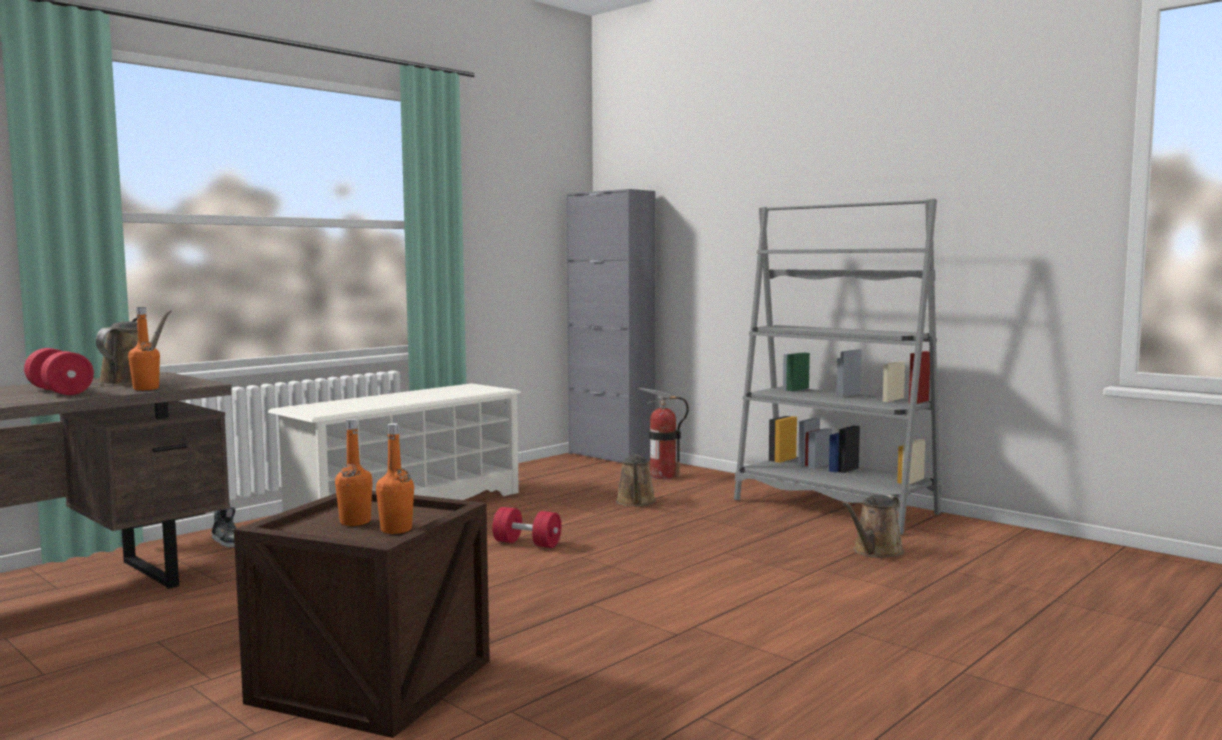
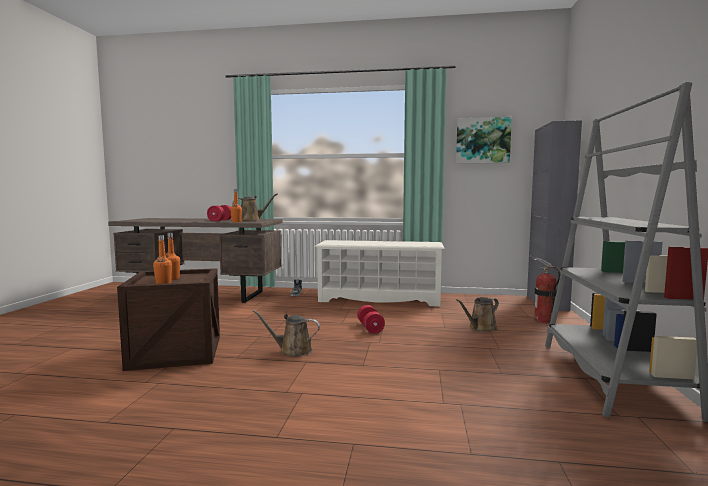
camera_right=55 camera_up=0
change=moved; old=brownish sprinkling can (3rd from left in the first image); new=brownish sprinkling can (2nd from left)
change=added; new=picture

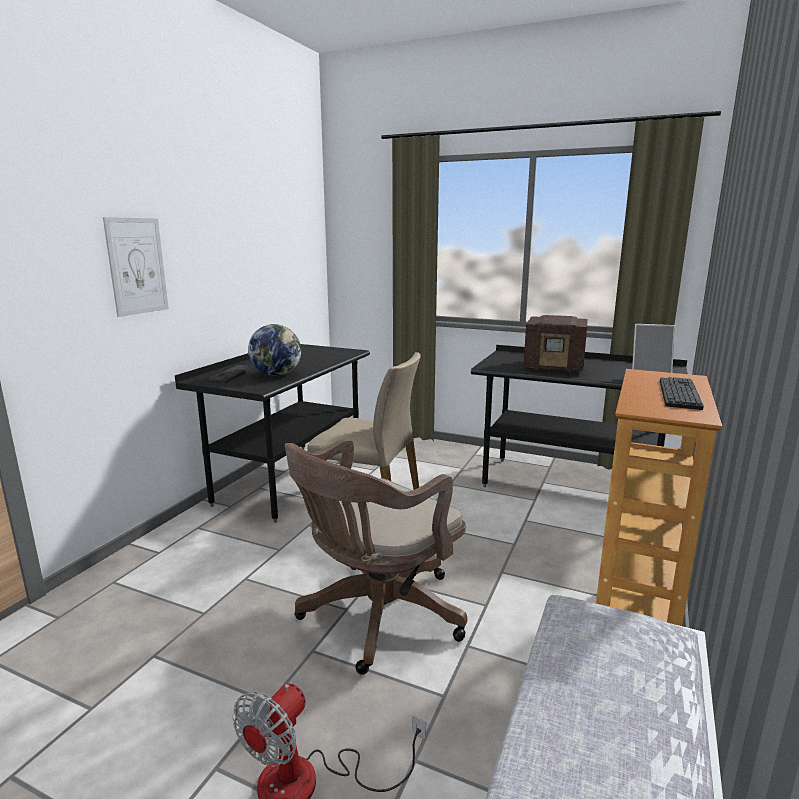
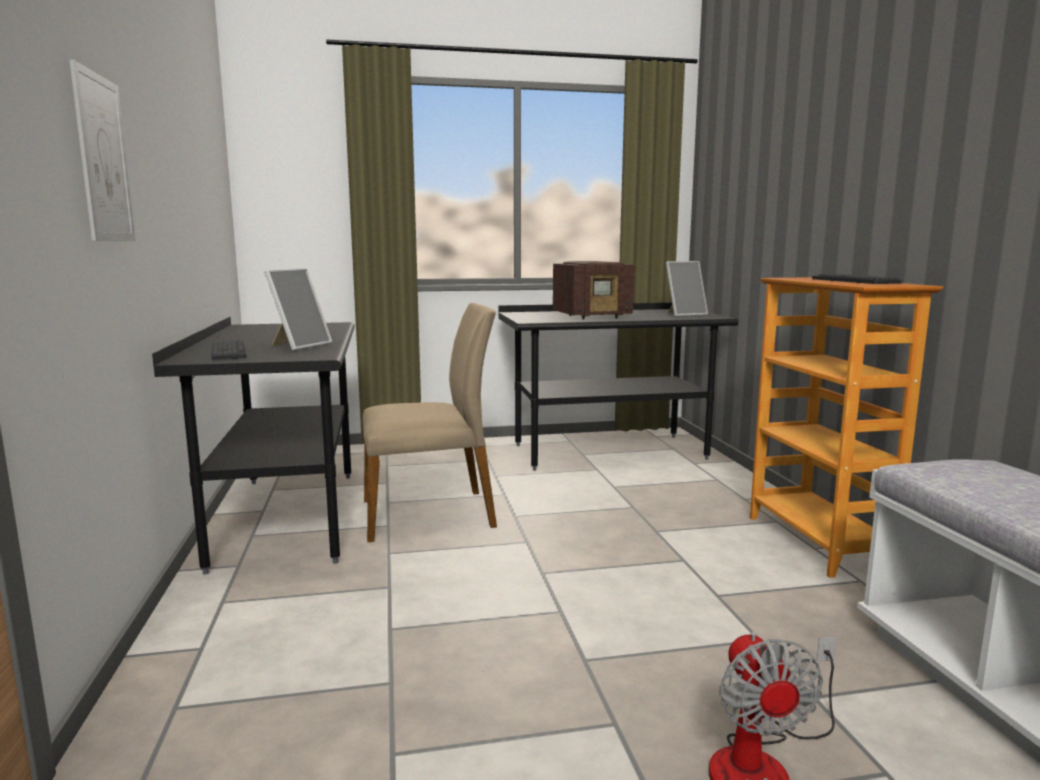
camera_right=-35 camera_up=-5
change=replaced; old=globe; new=picture frame (1st from left)
change=removed; old=brownish computer chair

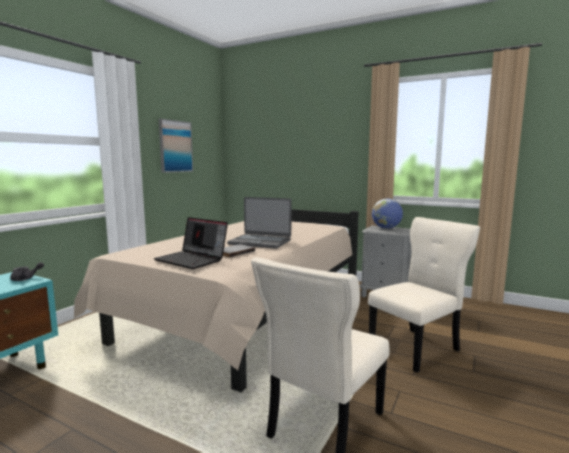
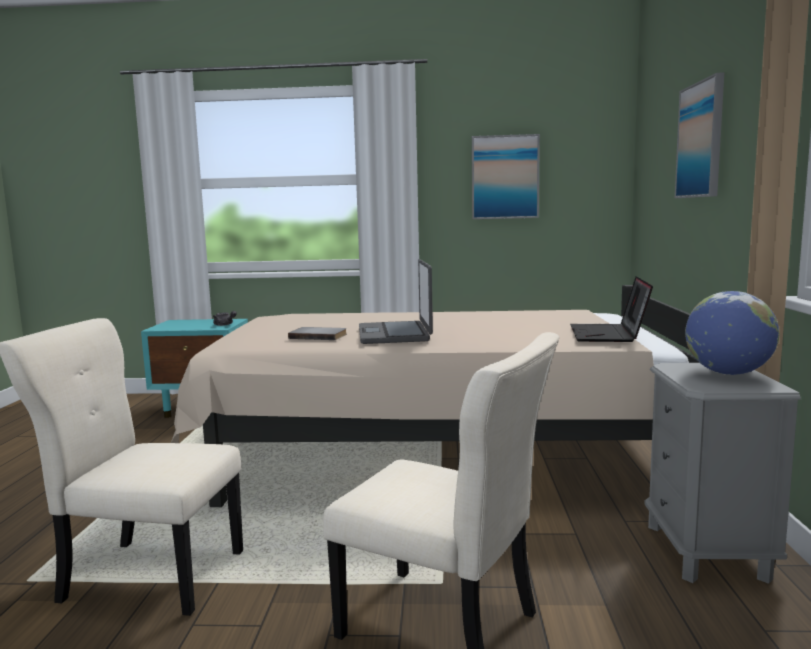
camera_right=65 camera_up=0
change=moved; old=portable computer (1st from left in the first image); new=portable computer (2nd from left)
change=added; new=picture (2nd from left)

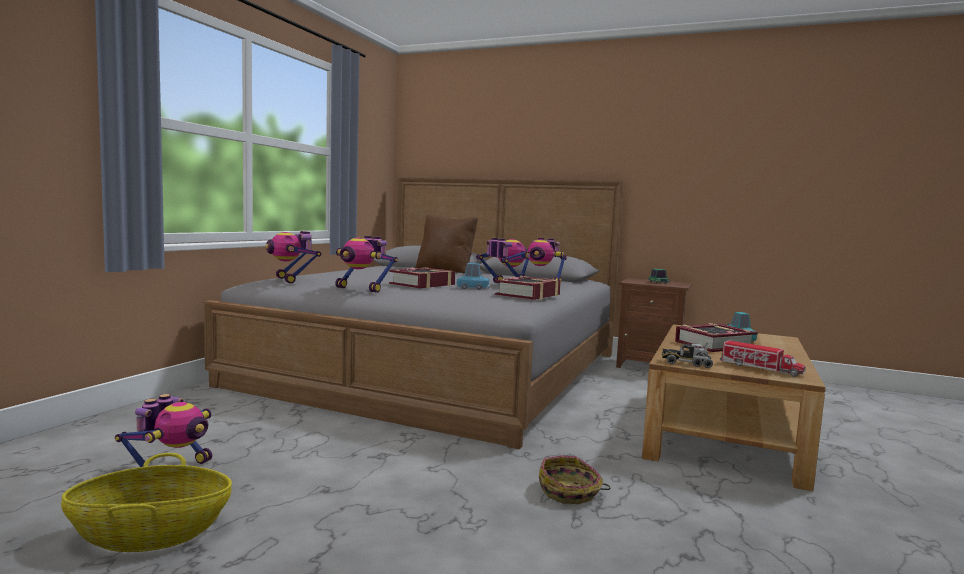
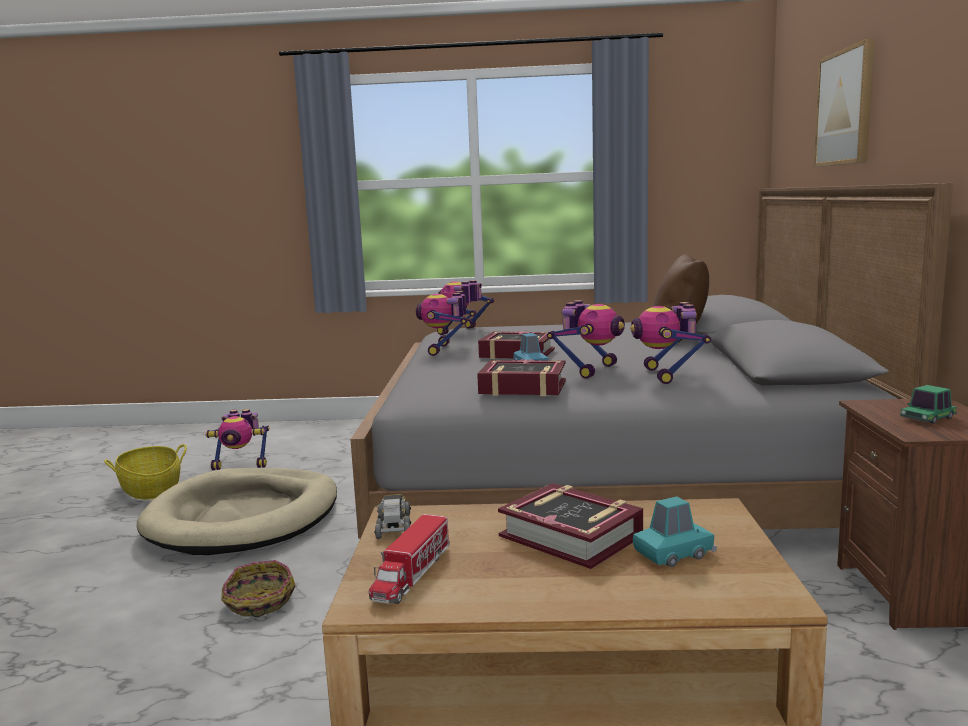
camera_right=70 camera_up=5
change=added; new=beige dog cushion
change=added; new=picture

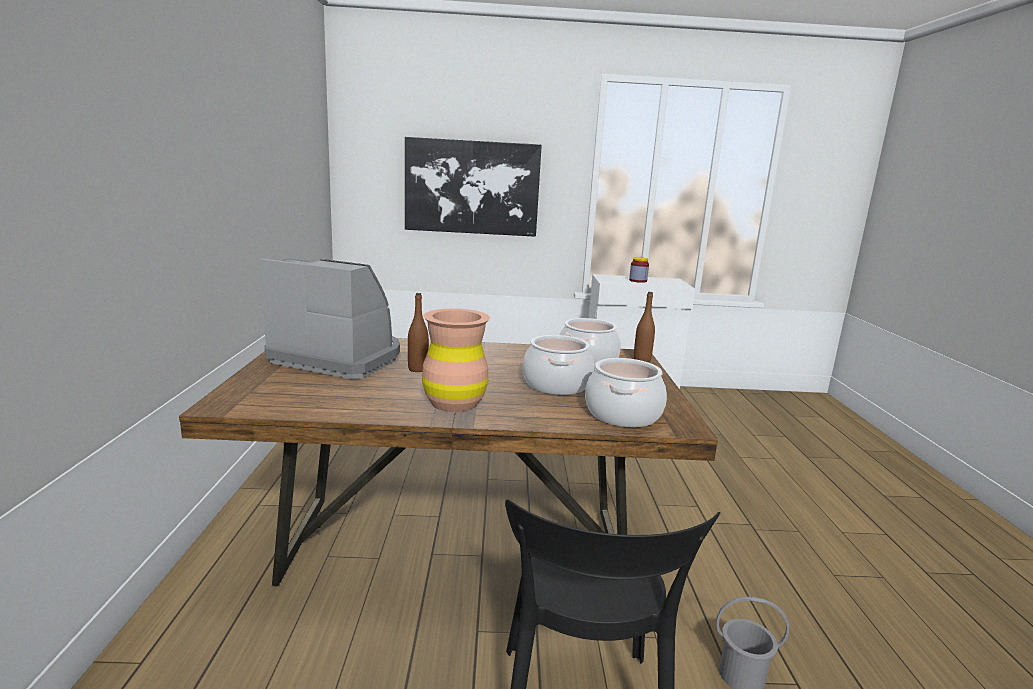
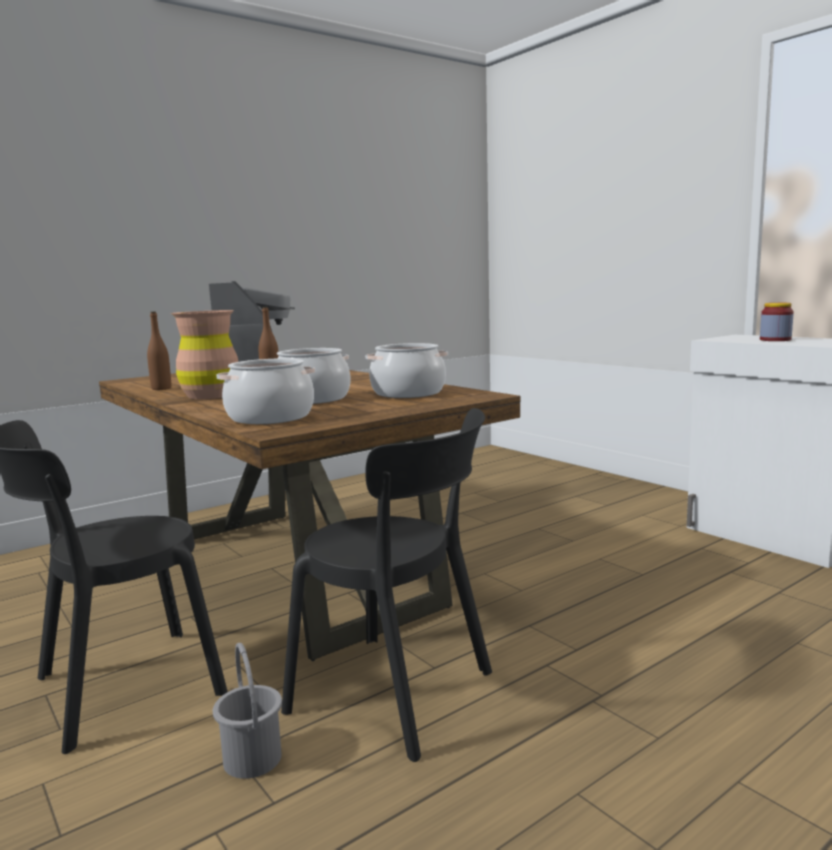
camera_right=55 camera_up=-5
change=removed; old=picture
change=moved; old=brownish drink bottle (2nd from left in the first image); new=brownish drink bottle (1st from left)
change=added; new=black chair (2nd from left)

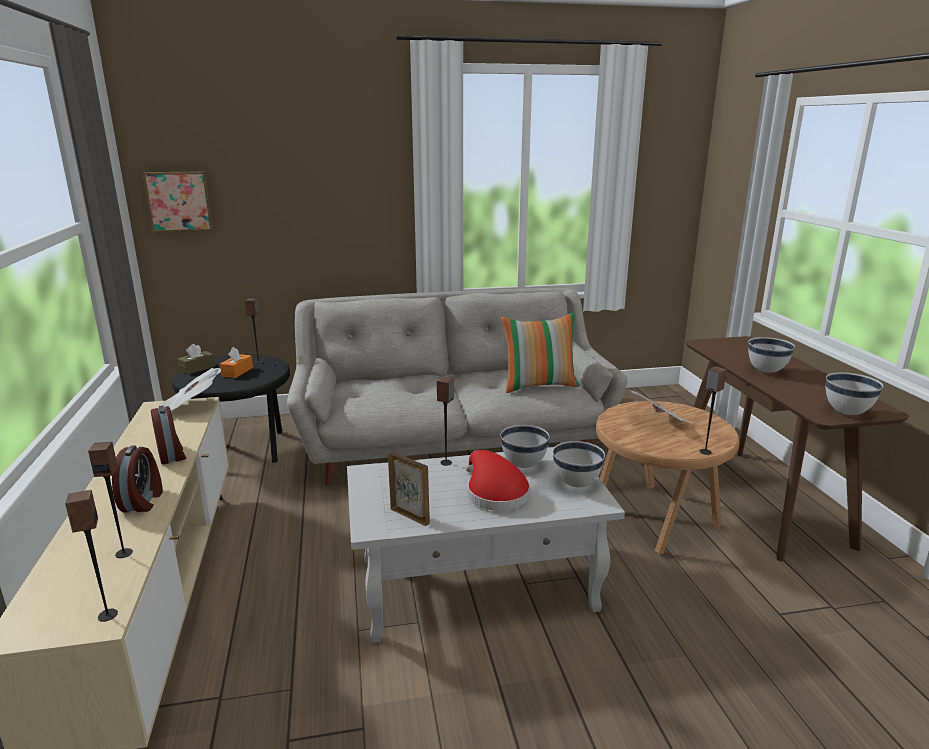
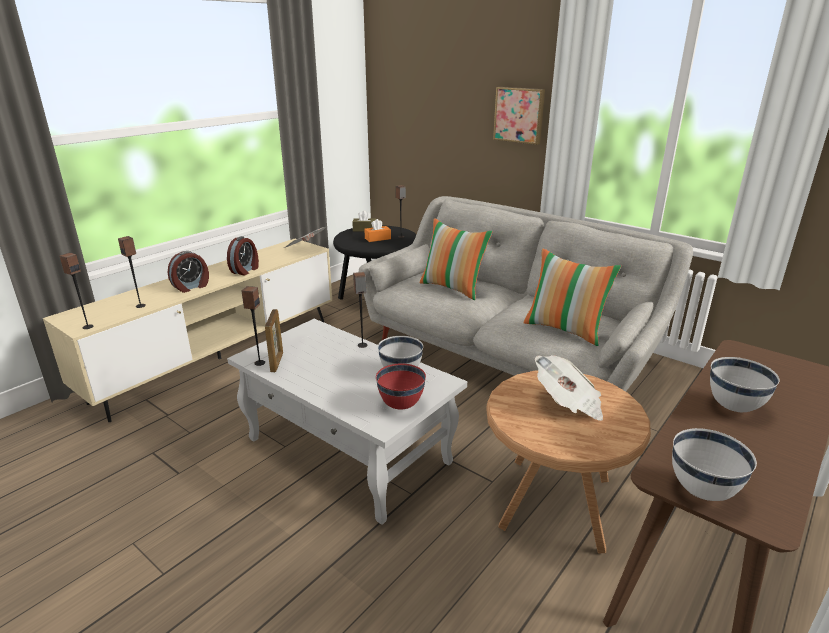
camera_right=50 camera_up=5
change=moved; old=picture
change=removed; old=red-coloured wearable hat
change=recoloured; old=white-coloured deep dish (2nd from left); new=red-coloured deep dish
change=moved; old=loudspeaker (5th from left in the first image); new=loudspeaker (3rd from left)
change=added; new=pillow (1st from left)

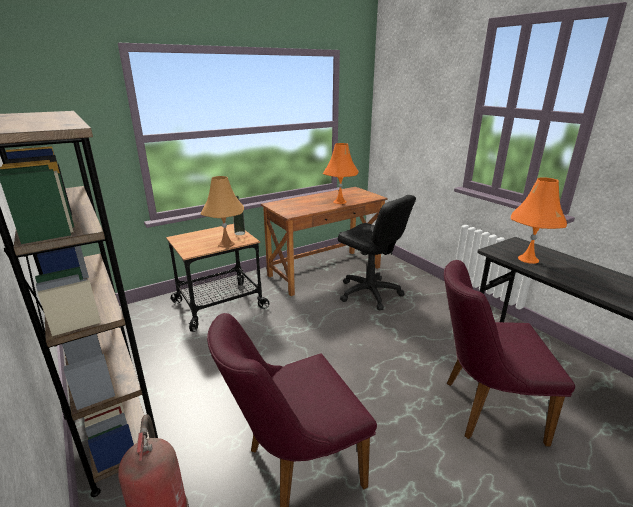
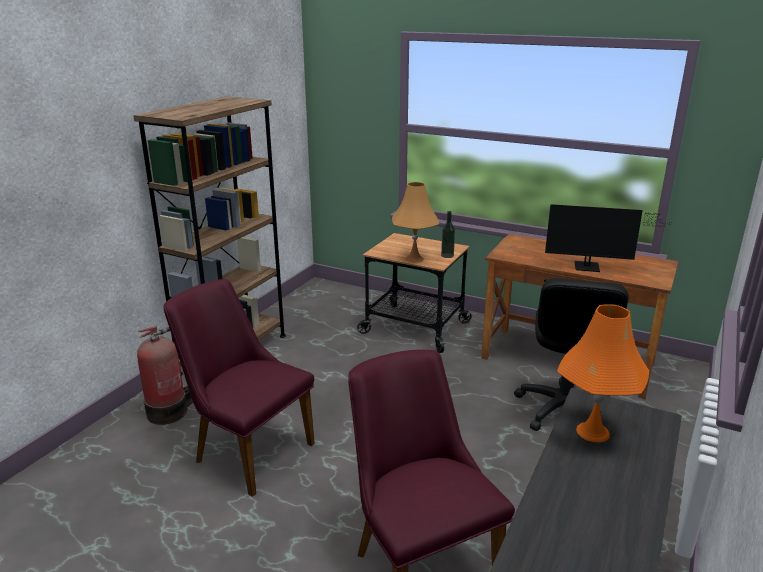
camera_right=60 camera_up=0
change=replaced; old=orange-coloured table lamp (2nd from left); new=monitor

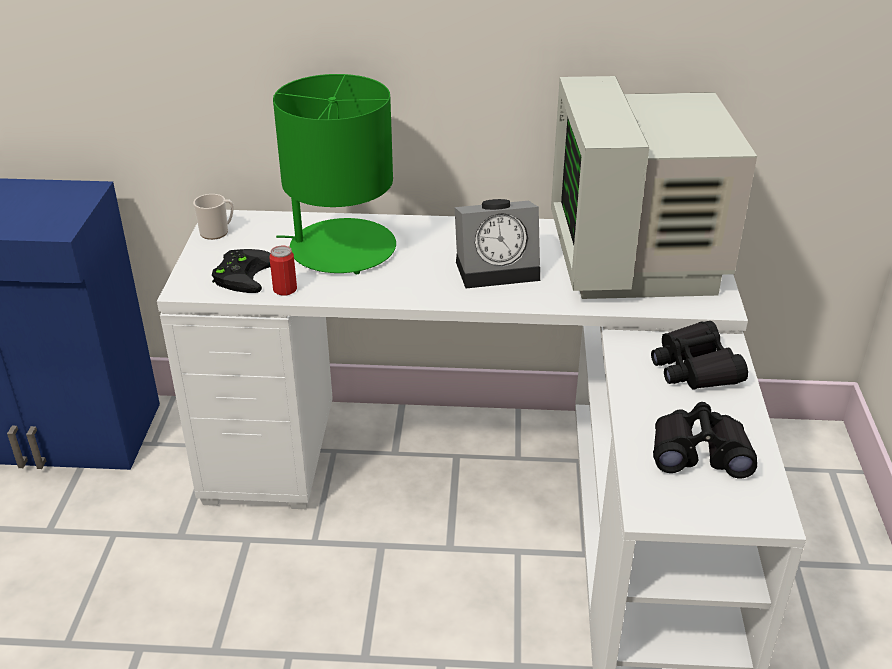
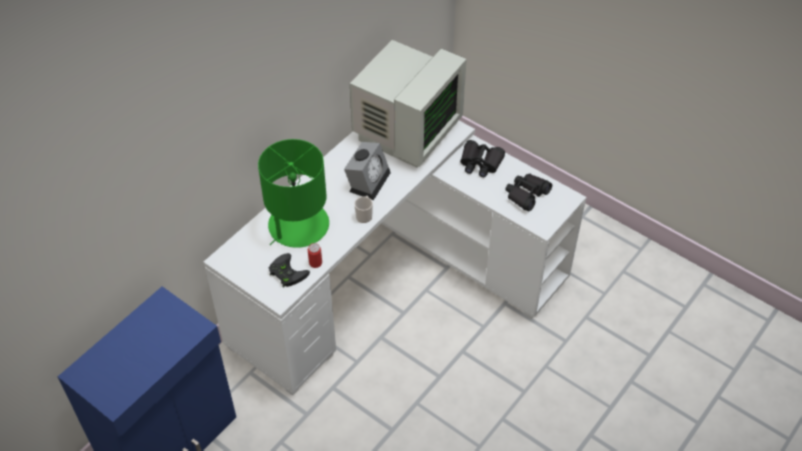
camera_right=-55 camera_up=15
change=moved; old=tea mug
change=turned; old=monitor; degrees=-90

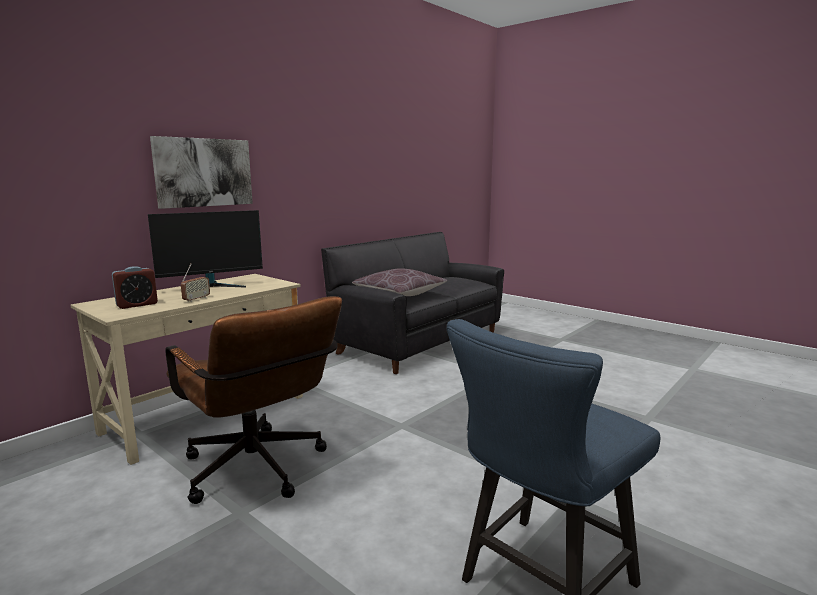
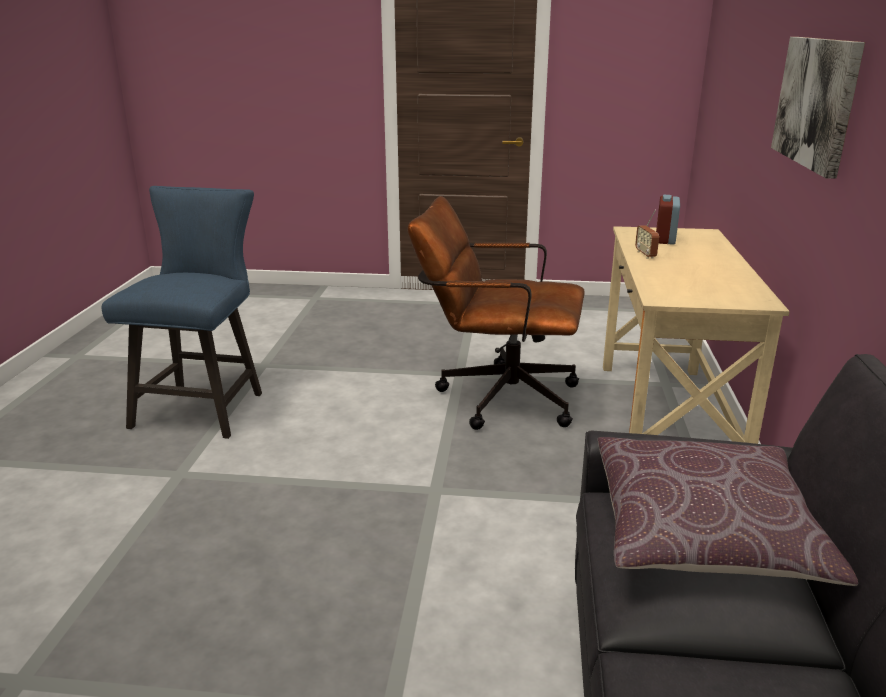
camera_right=145 camera_up=10
change=removed; old=monitor

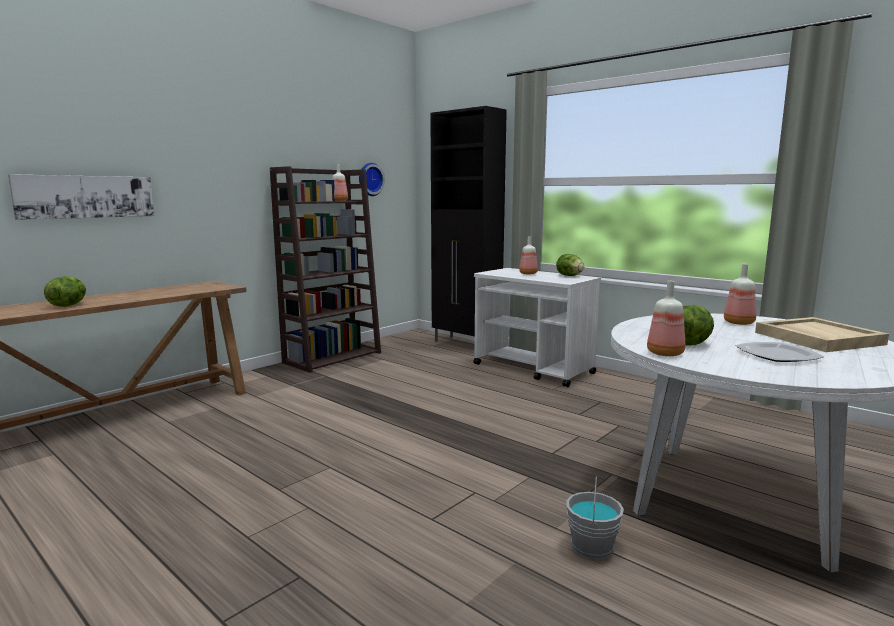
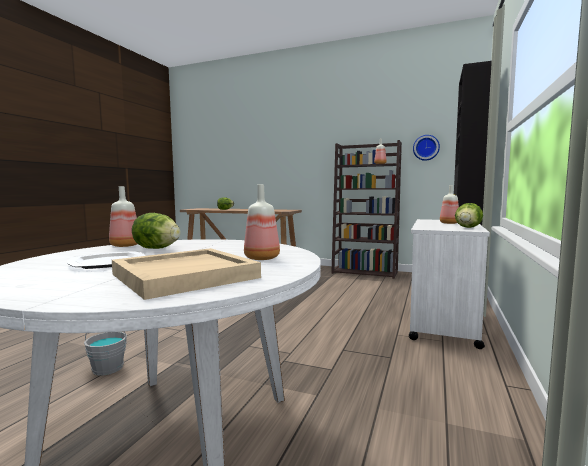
camera_right=70 camera_up=-5
change=removed; old=picture

